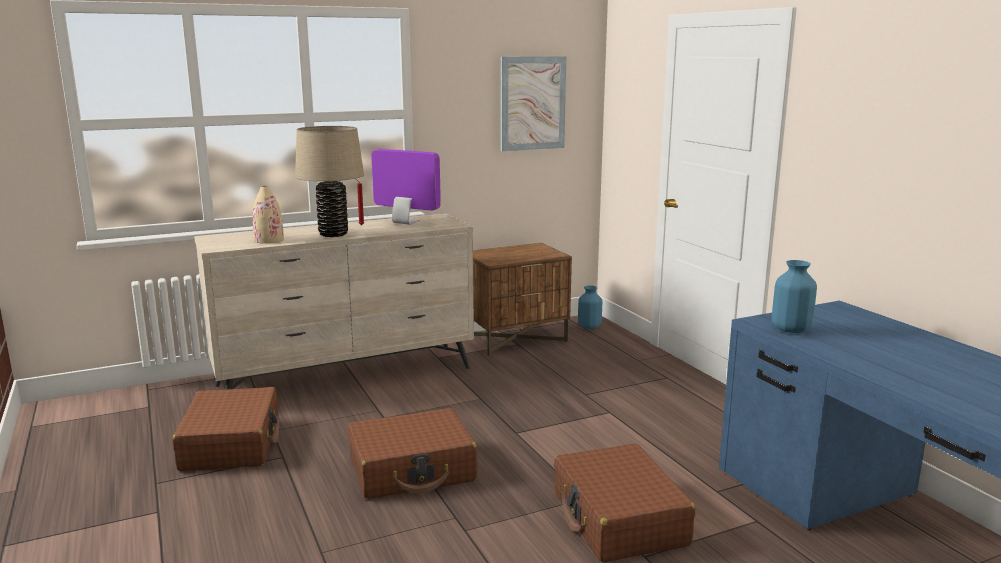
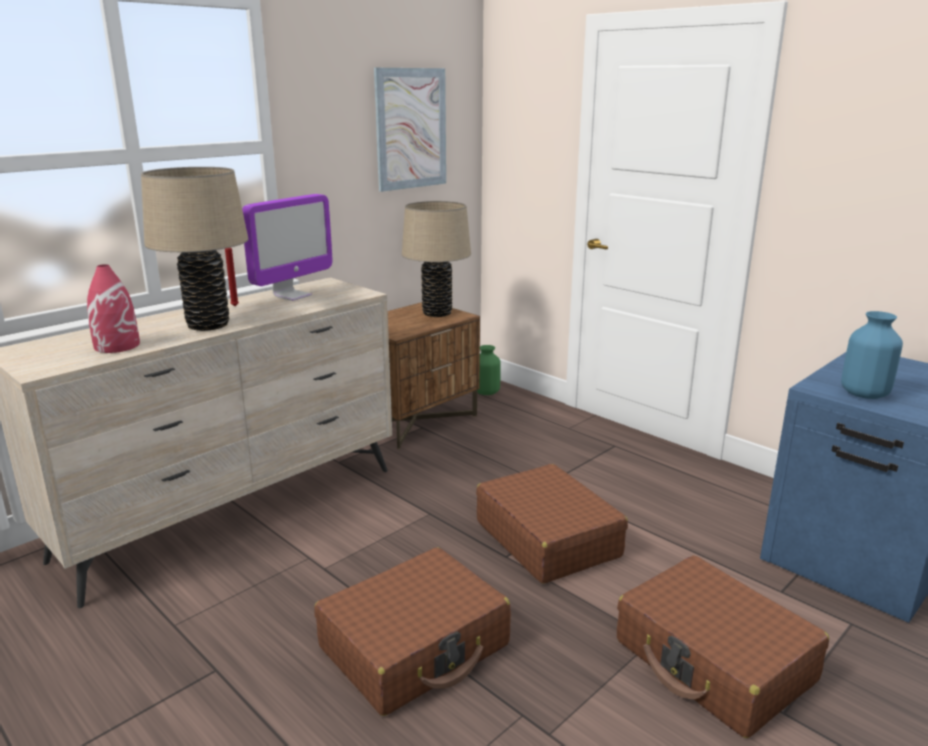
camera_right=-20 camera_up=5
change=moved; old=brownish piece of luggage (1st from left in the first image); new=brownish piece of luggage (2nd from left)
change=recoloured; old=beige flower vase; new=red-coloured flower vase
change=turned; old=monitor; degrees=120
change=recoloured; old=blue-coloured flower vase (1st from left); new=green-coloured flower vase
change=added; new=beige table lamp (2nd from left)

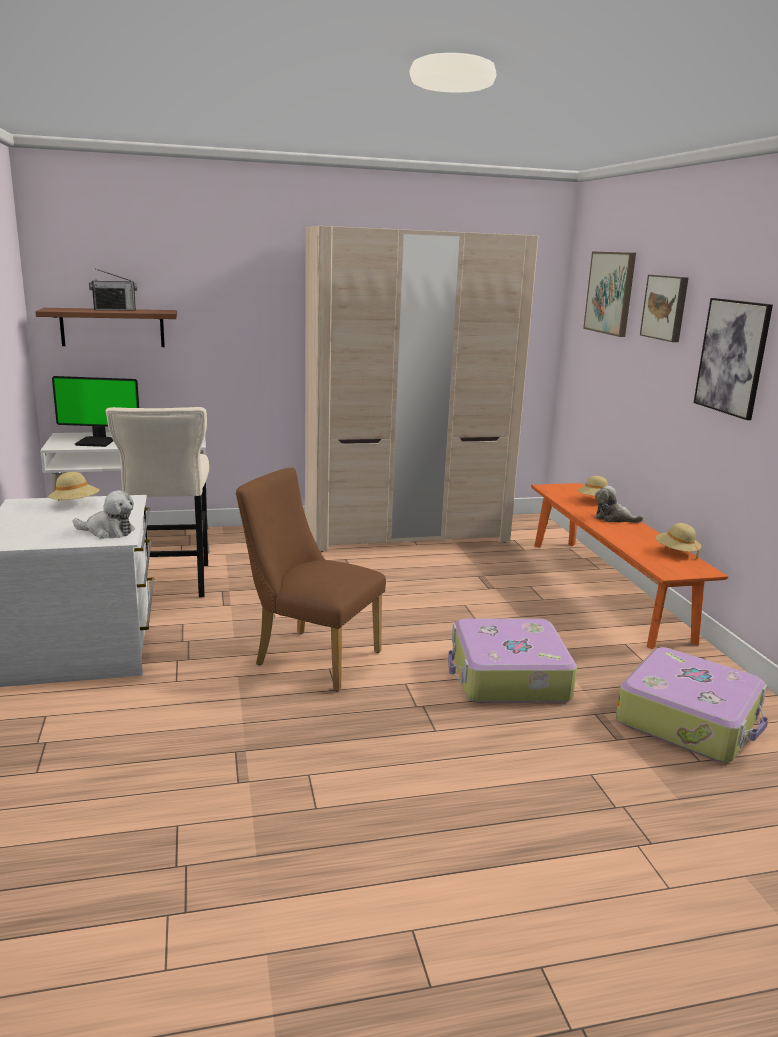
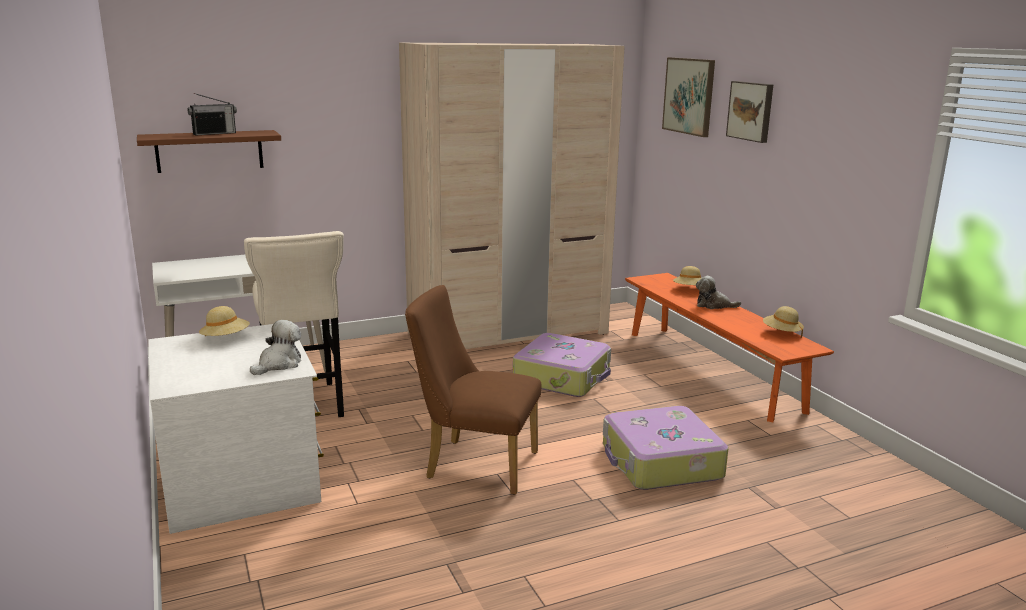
camera_right=-10 camera_up=0
change=removed; old=monitor
change=turned; old=cuddly toy (1st from left); degrees=-60
change=moved; old=piece of luggage (2nd from left in the first image); new=piece of luggage (1st from left)
change=removed; old=picture (3rd from left)

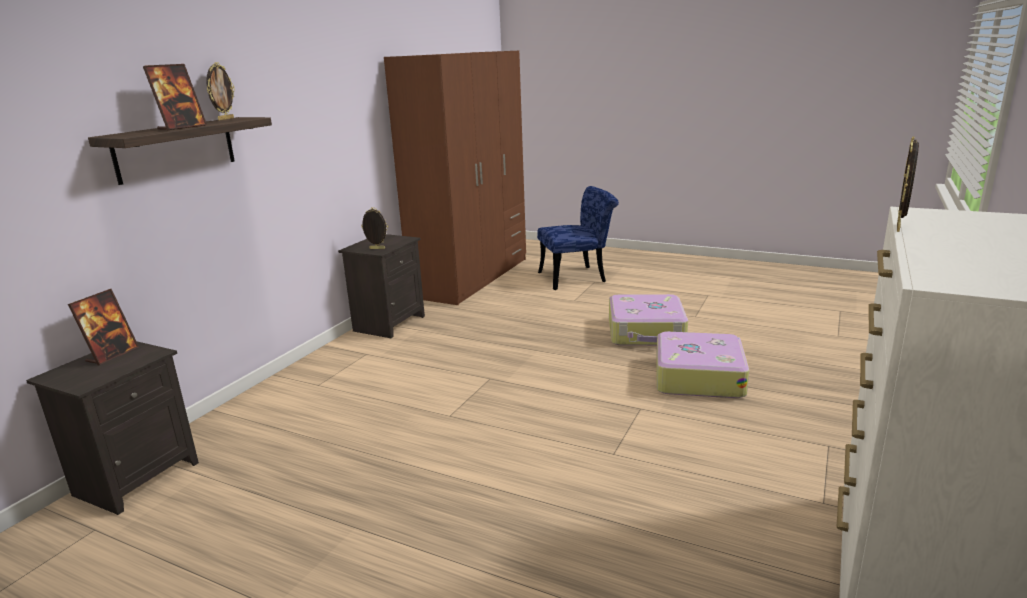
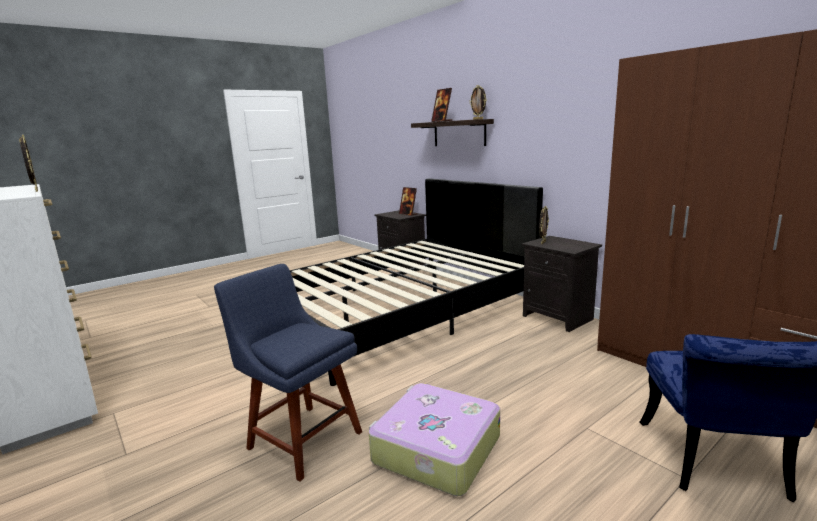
camera_right=115 camera_up=-5
change=replaced; old=piece of luggage (2nd from left); new=blue-coloured chair (1st from left)
change=added; new=black bed

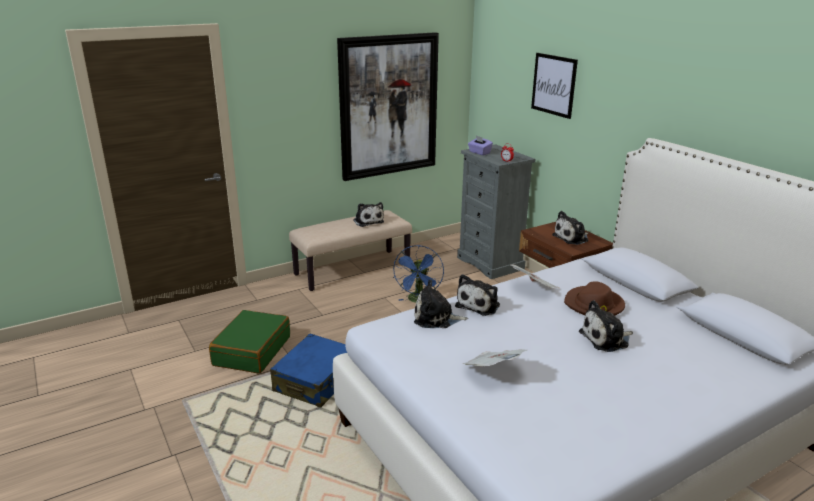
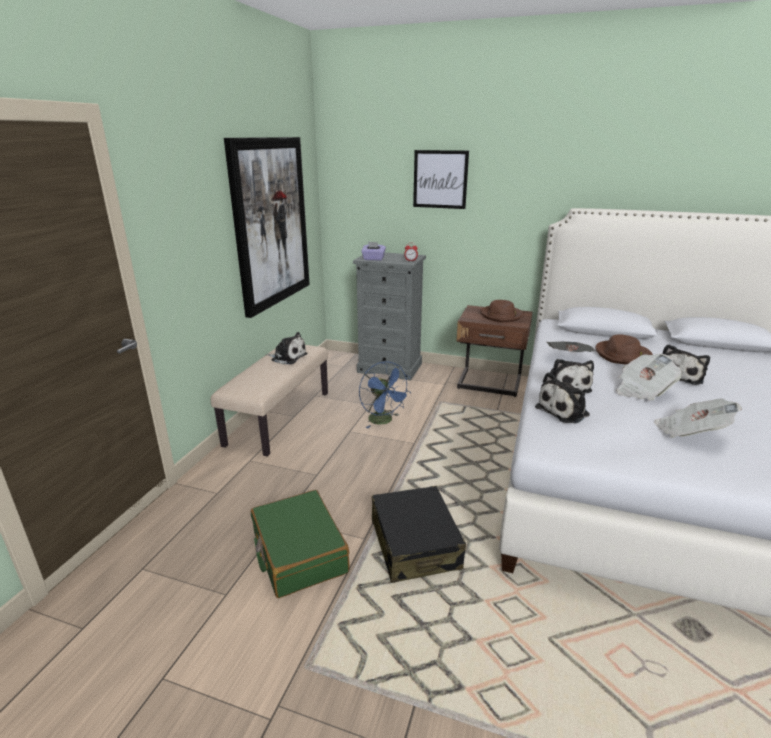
camera_right=-40 camera_up=0
change=recoloured; old=blue-coloured piece of luggage; new=black piece of luggage
change=replaced; old=cuddly toy (4th from left); new=brownish wearable hat (1st from left)
change=added; new=newspaper (2nd from left)

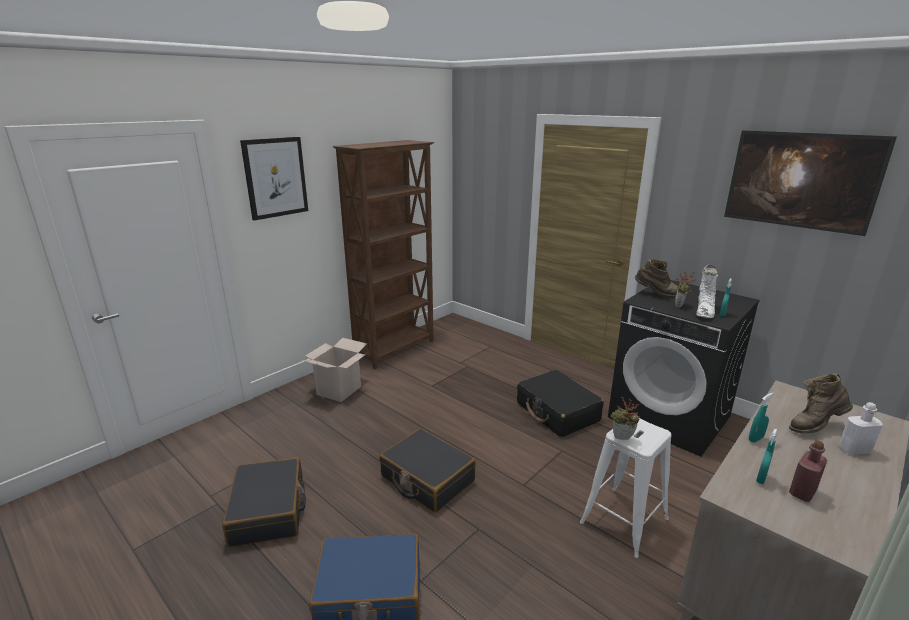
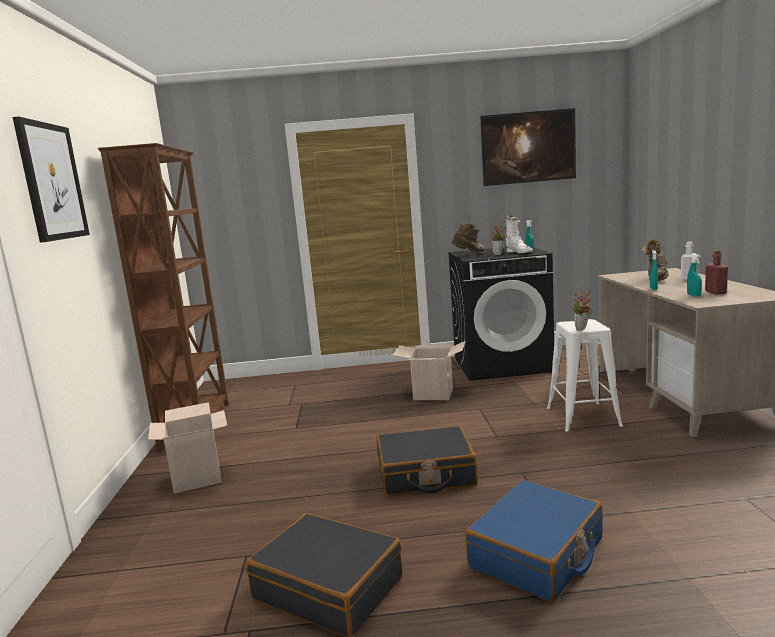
camera_right=-45 camera_up=-10
change=replaced; old=black piece of luggage (3rd from left); new=packing box (2nd from left)

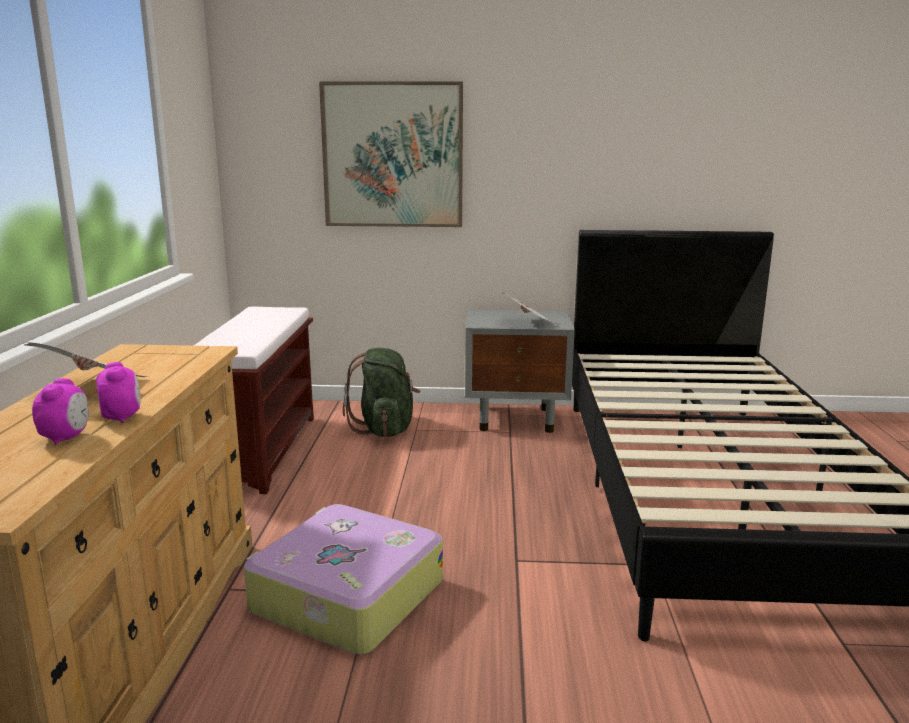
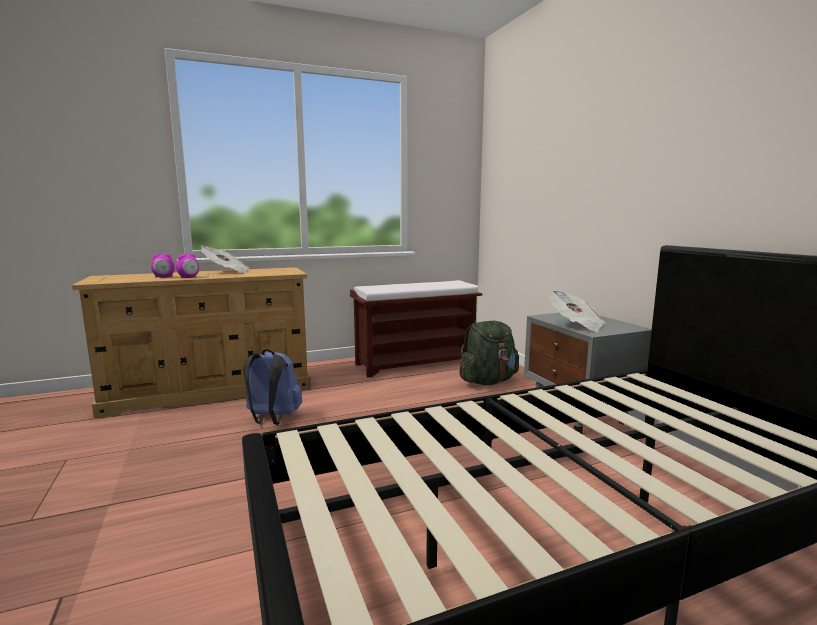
camera_right=65 camera_up=-5
change=replaced; old=piece of luggage; new=blue-coloured backpack
change=removed; old=picture

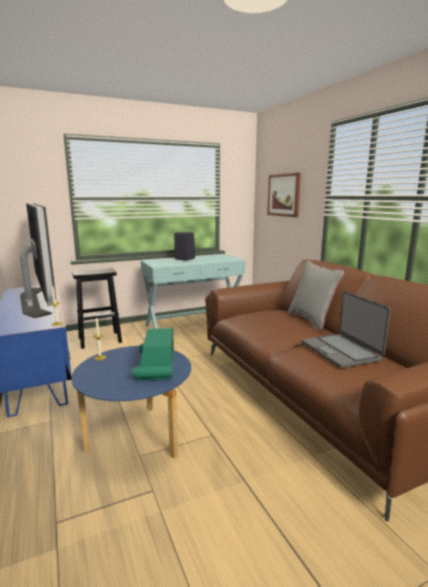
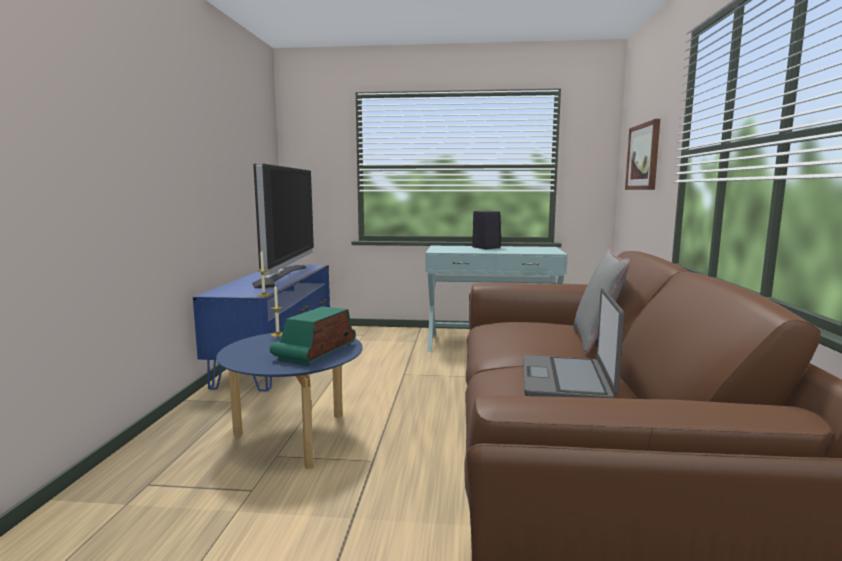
camera_right=30 camera_up=-5
change=removed; old=black stool seat

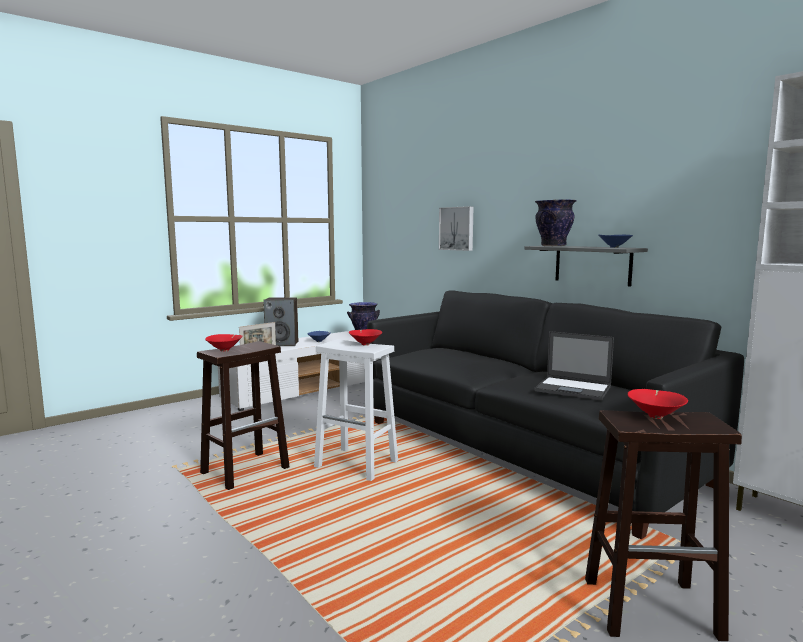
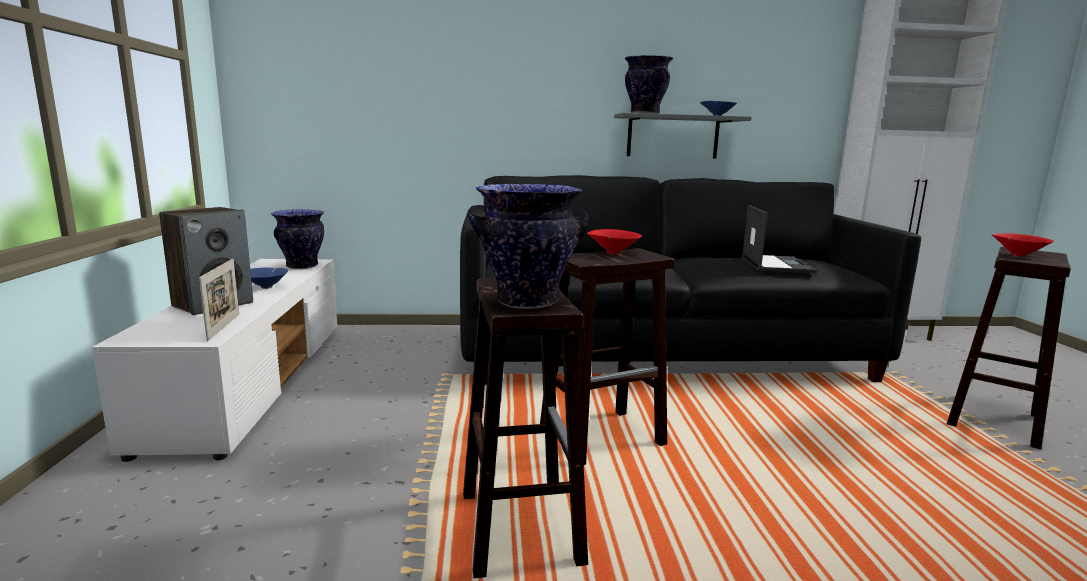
camera_right=-55 camera_up=5
change=replaced; old=red-coloured deep dish (1st from left); new=flower vase (2nd from left)
change=recoloured; old=white-coloured stool seat; new=brownish stool seat (2nd from left)
change=removed; old=picture
change=turned; old=portable computer; degrees=-60

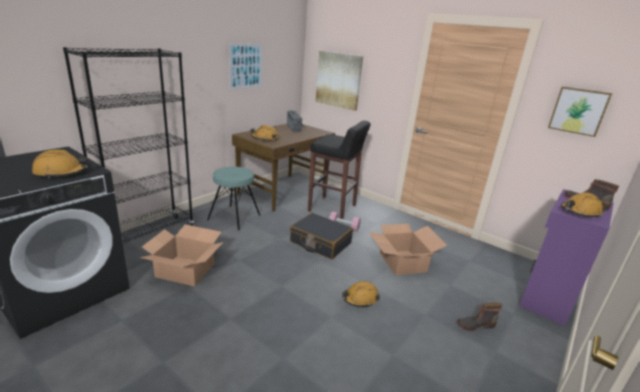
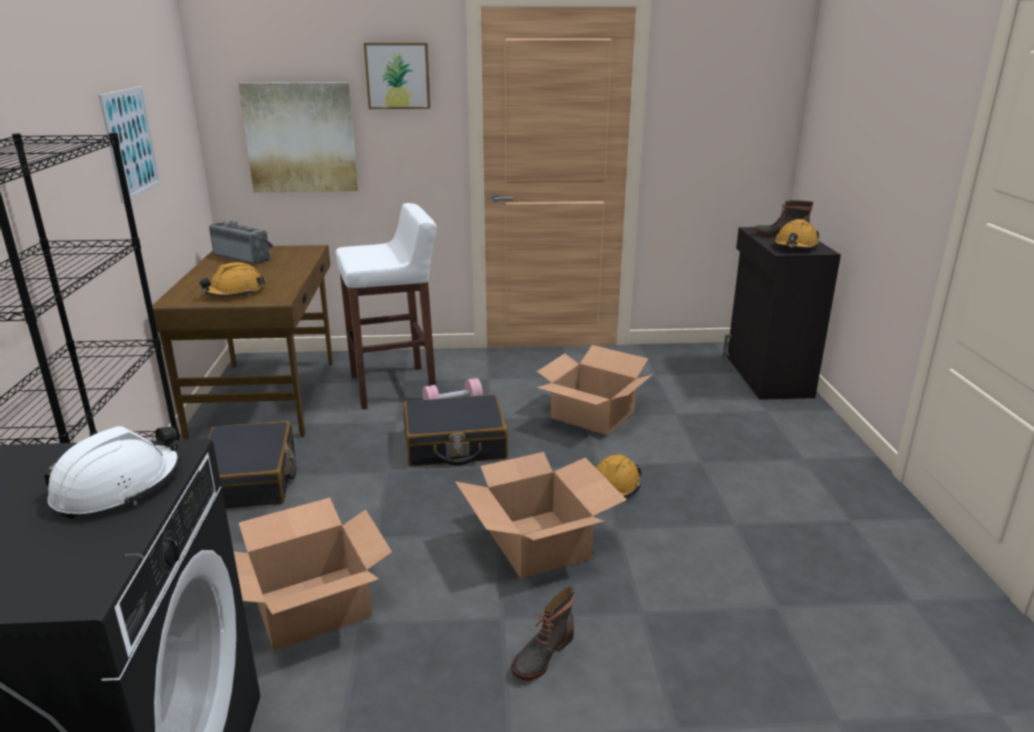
camera_right=-40 camera_up=0
change=recoloured; old=orange-coloured safety helmet (1st from left); new=white-coloured safety helmet
change=replaced; old=turquoise stool seat; new=black piece of luggage (1st from left)
change=recoloured; old=black stool seat; new=white-coloured stool seat
change=moved; old=boot (1st from left)
change=recoloured; old=purple-coloured cupboard; new=black cupboard
change=moved; old=picture (3rd from left)
change=added; new=packing box (2nd from left)

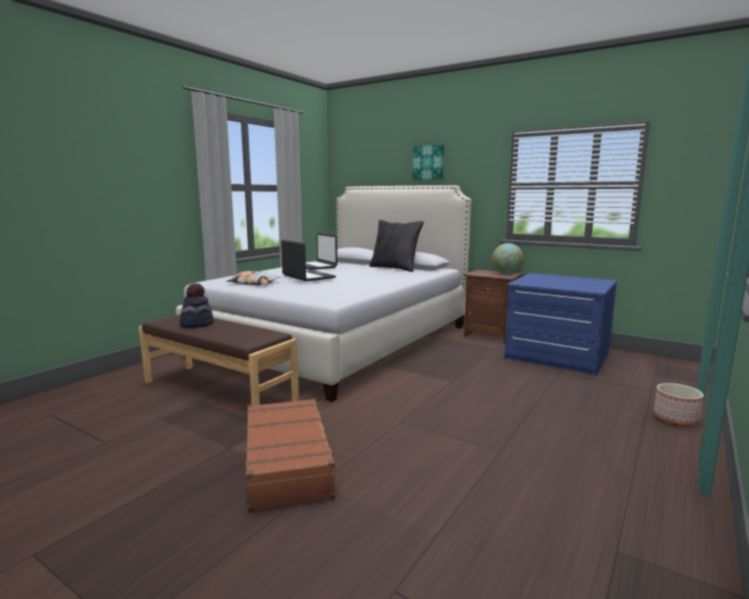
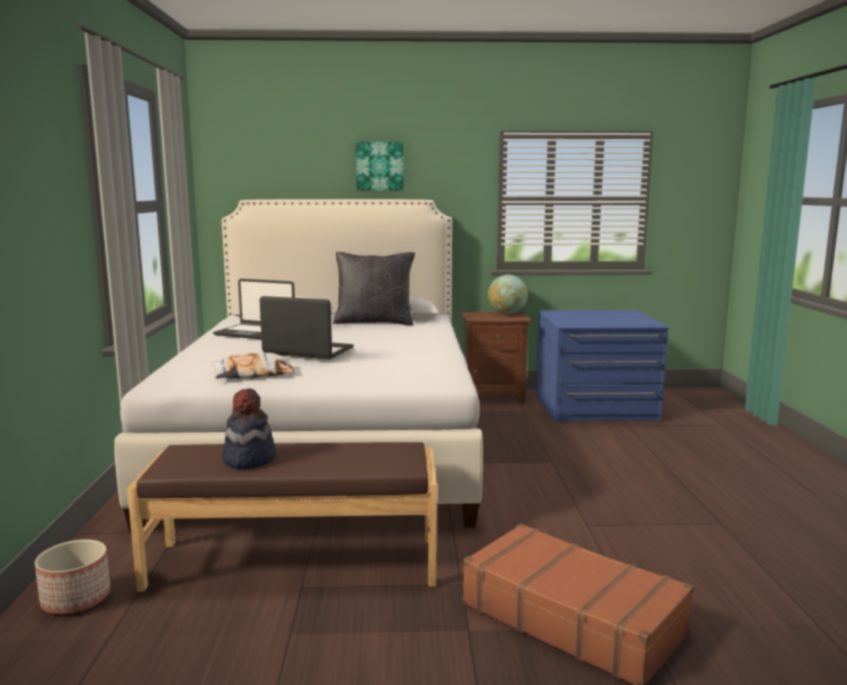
camera_right=-35 camera_up=0
change=moved; old=plant pot

